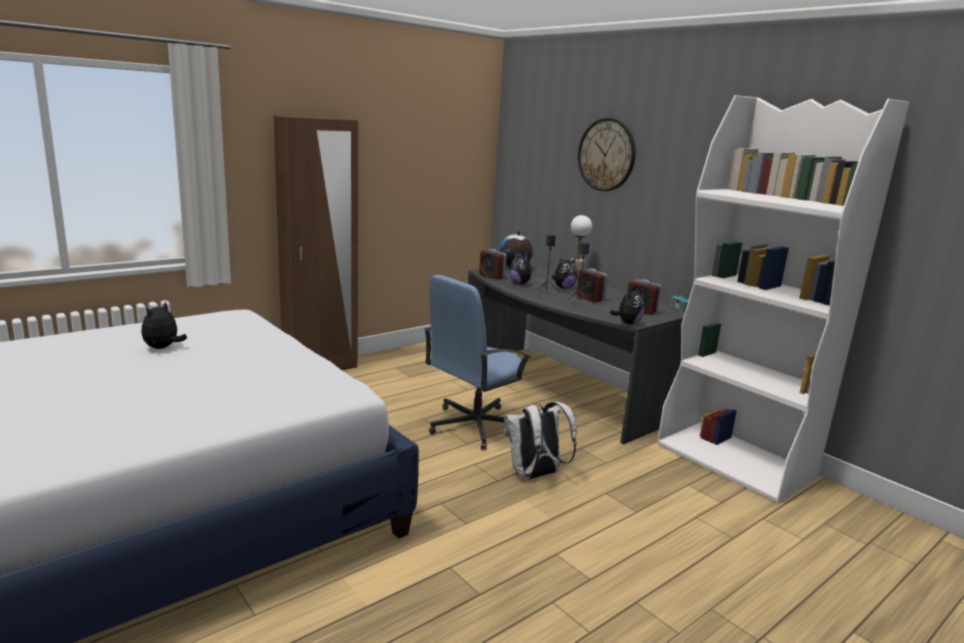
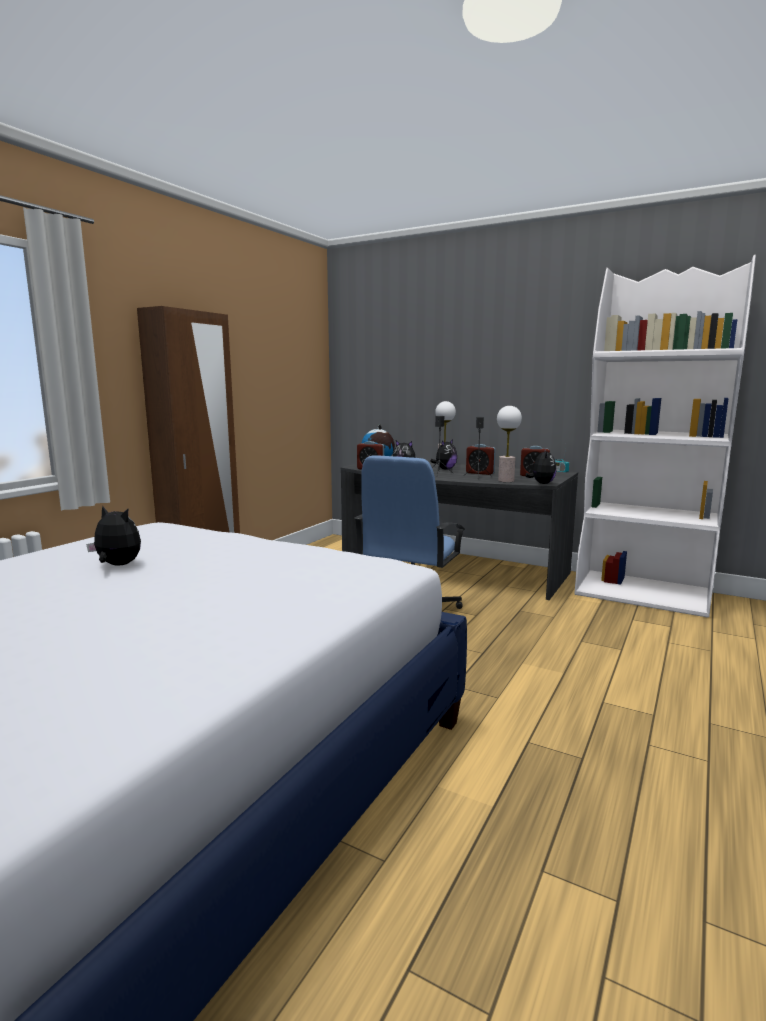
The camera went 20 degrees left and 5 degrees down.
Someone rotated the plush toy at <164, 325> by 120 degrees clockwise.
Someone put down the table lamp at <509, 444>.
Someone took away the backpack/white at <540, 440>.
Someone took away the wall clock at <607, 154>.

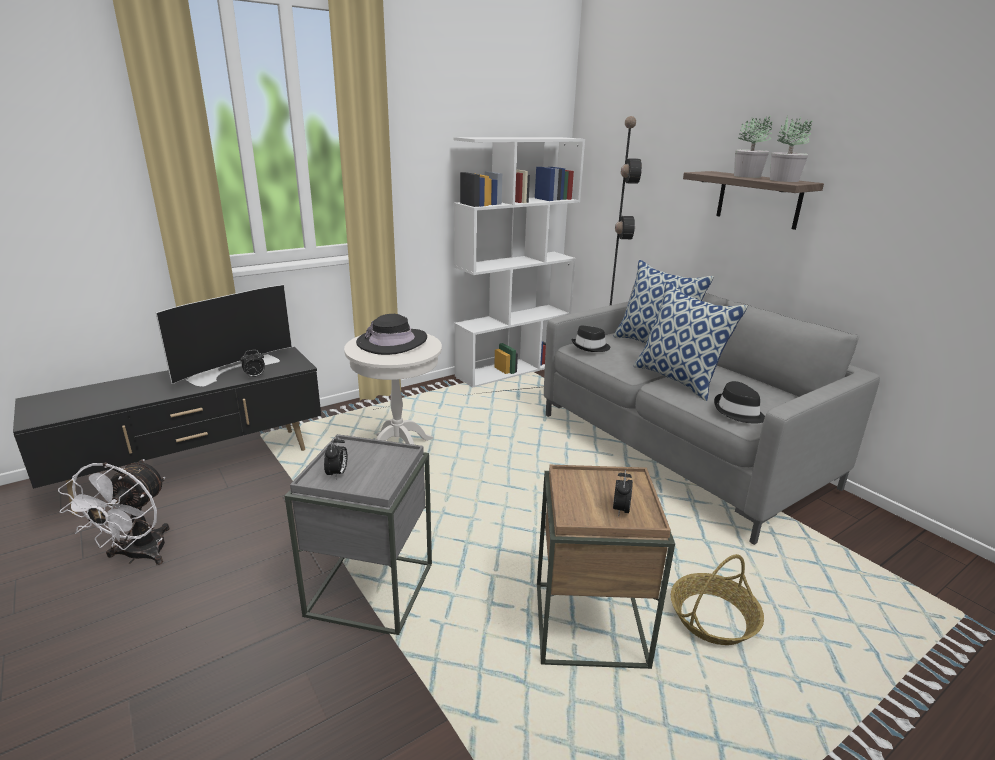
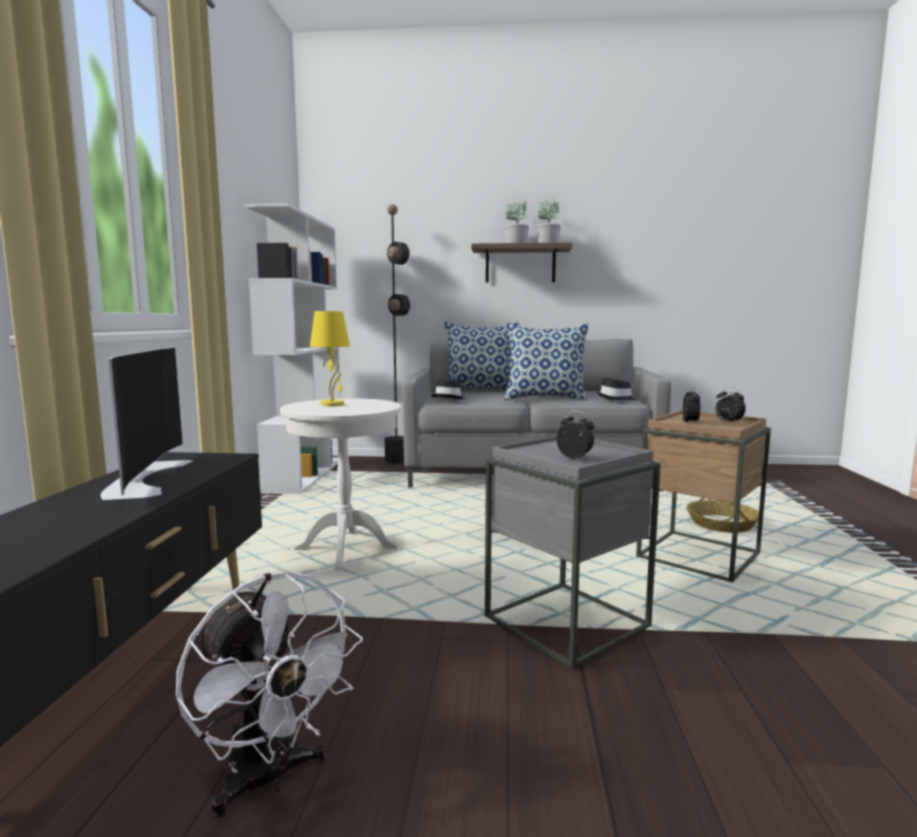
The camera went 50 degrees left and 15 degrees down.
Someone swapped the hat/black at <391, 334> for the table lamp/yellow at <330, 359>.
Someone carried the alarm clock from <252, 364> to <691, 406>.

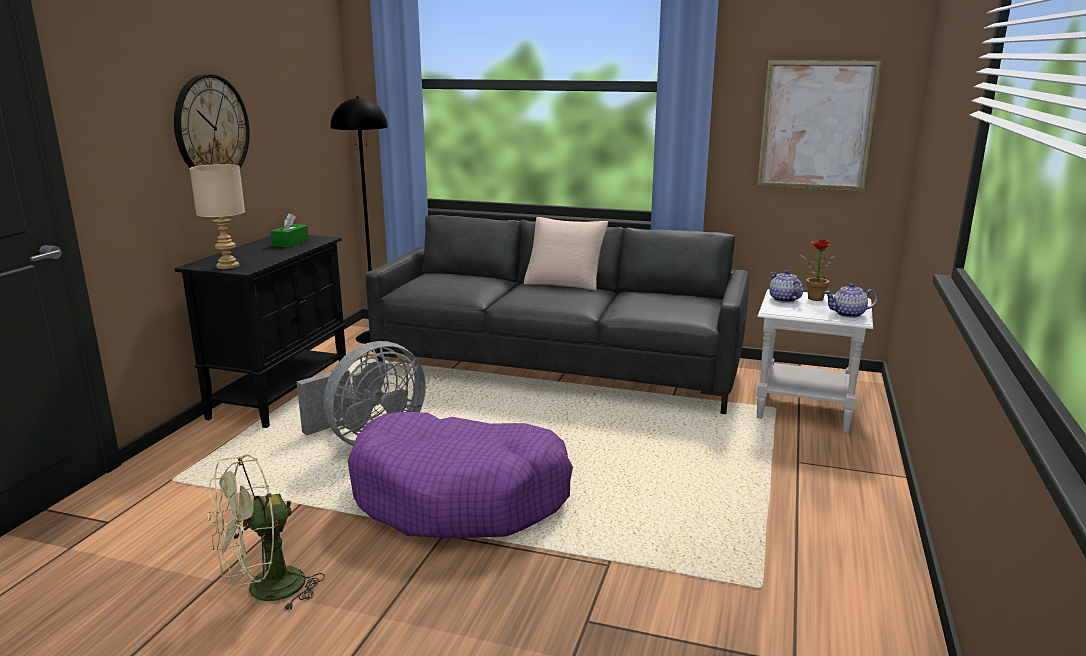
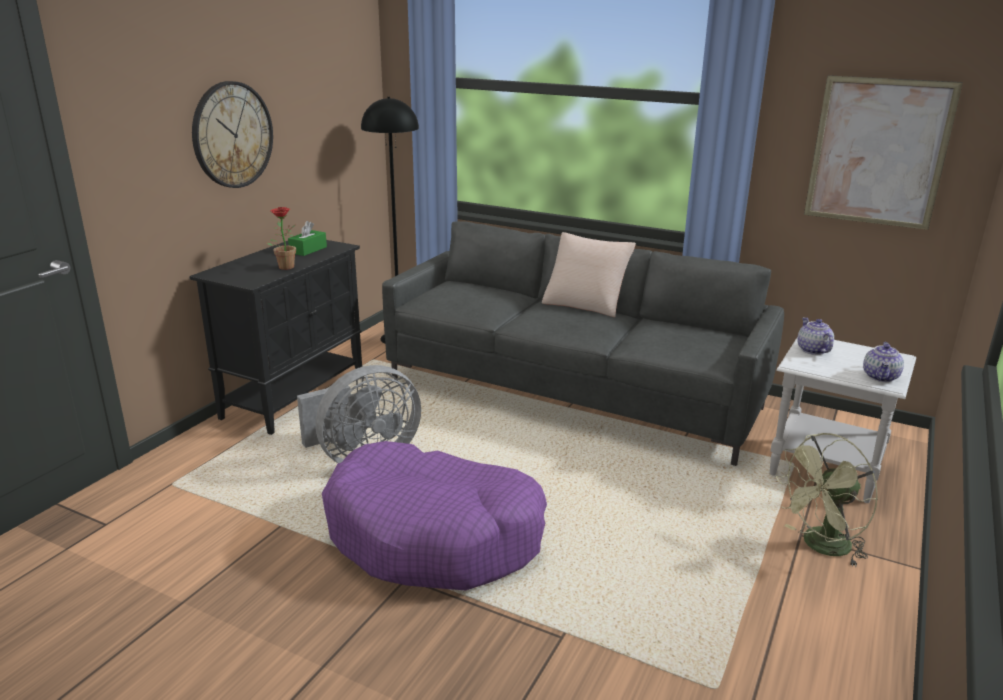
The camera went 10 degrees right and 5 degrees up.
Someone carried the potted plant from <817, 270> to <281, 238>.
Someone carried the fan/green from <266, 533> to <827, 500>.
Someone rotated the teapot at <851, 300> by 75 degrees counterclockwise.
Someone took away the table lamp/beige at <217, 216>.

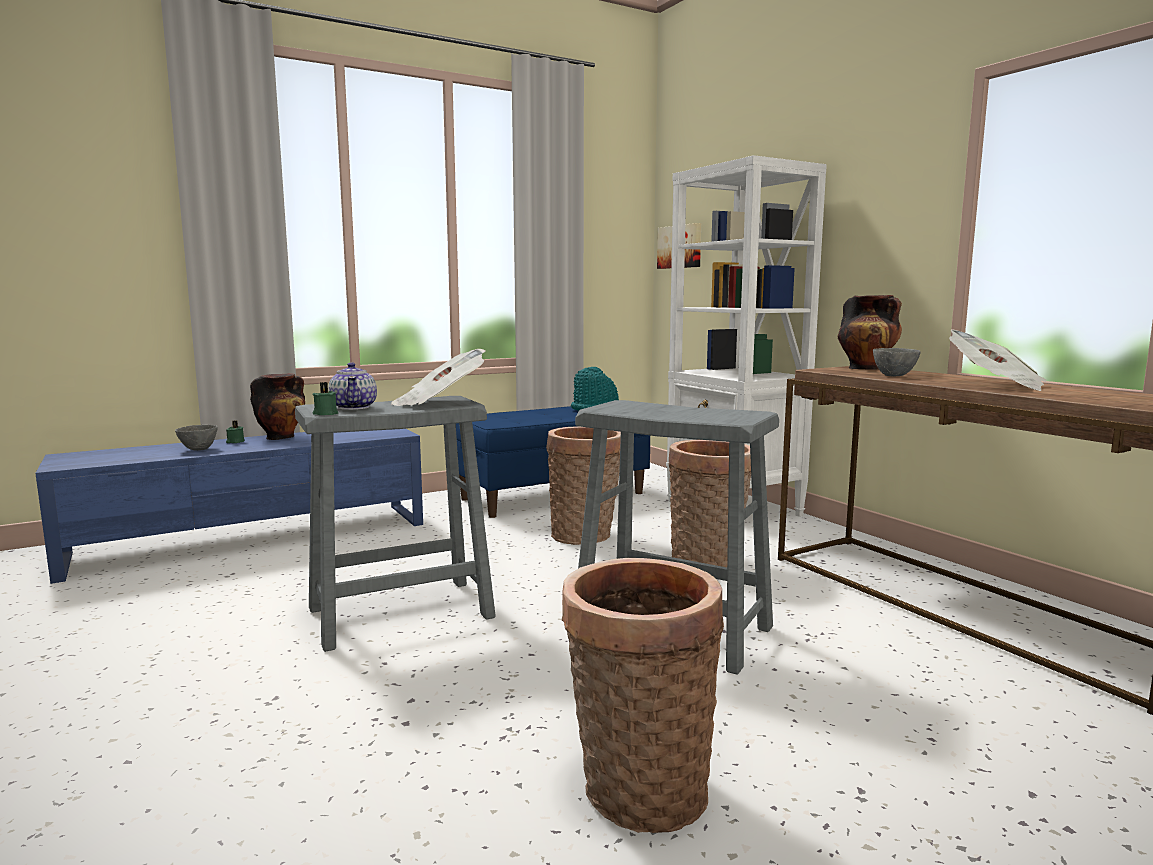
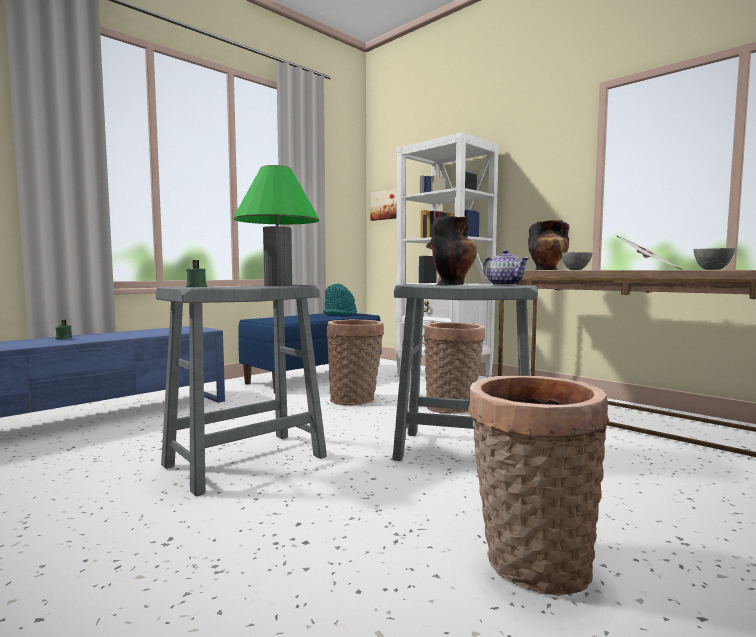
The camera went 15 degrees left and 5 degrees down.
Someone swapped the newspaper at <438, 377> for the table lamp/green at <276, 225>.
Someone carried the vase from <277, 406> to <451, 250>.
Someone carried the teapot from <353, 386> to <506, 267>.
Someone carried the bowl/grey from <196, 438> to <714, 259>.

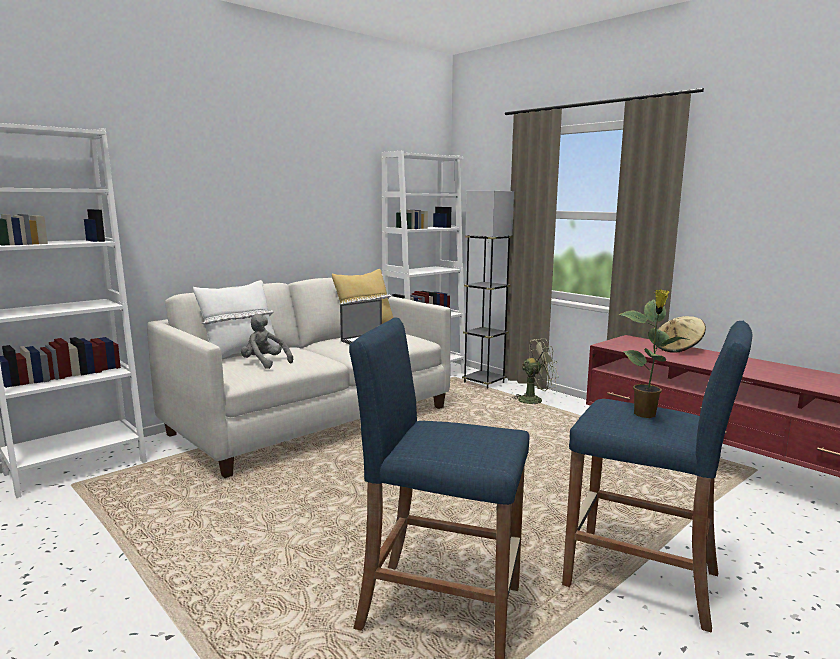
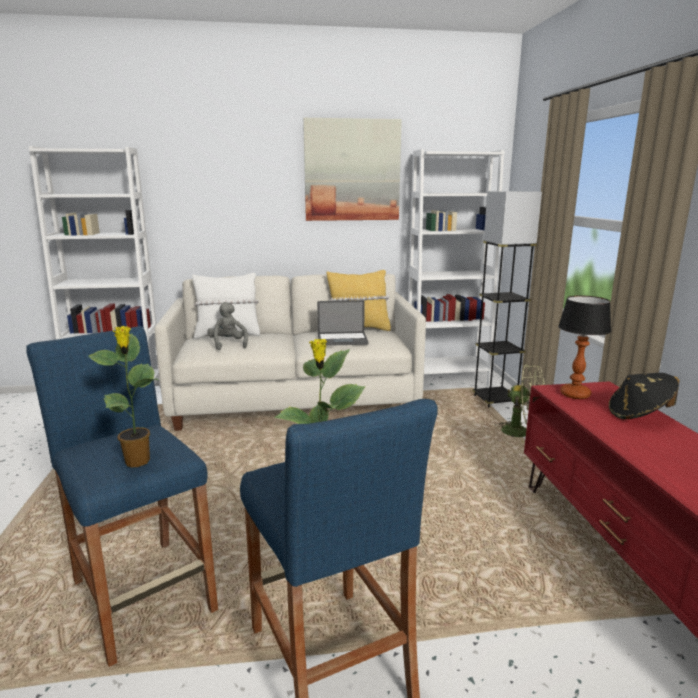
The camera went 35 degrees right and 5 degrees up.
Someone put down the potted plant at <123, 396>.
Someone put up the picture at <352, 169>.
Someone put down the table lamp at <584, 347>.
Someone repainted the hat/beige at <681, 334>, which became the hat/black at <644, 396>.

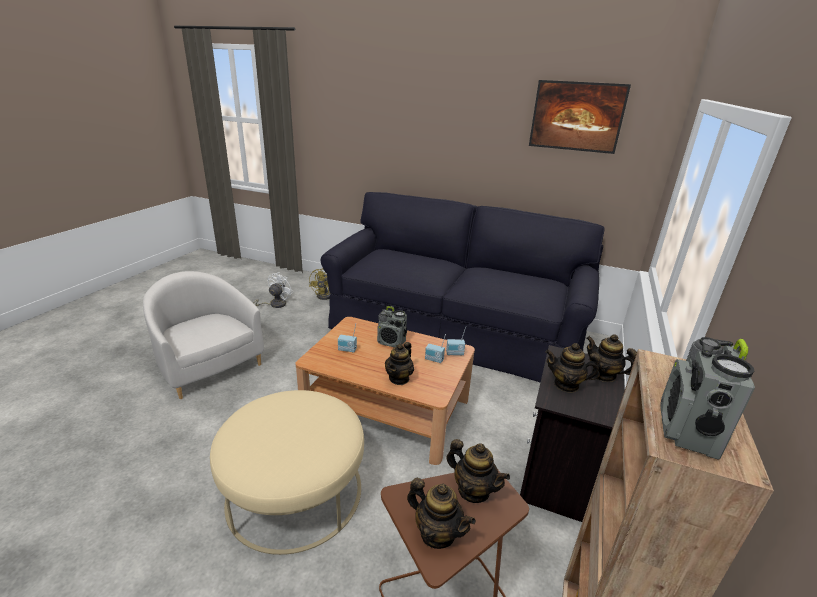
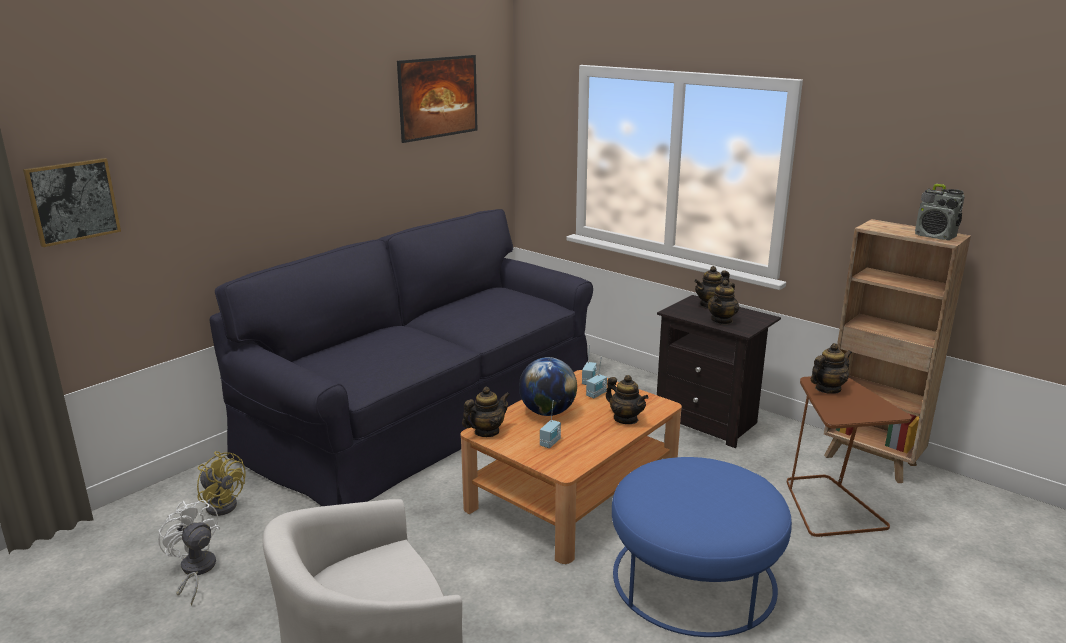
The camera went 70 degrees left and 5 degrees down.
Someone put up the picture at <72, 202>.
Someone carried the teapot from <441, 513> to <486, 411>.
Someone swapped the radio at <392, 327> for the globe at <548, 386>.
Someone repainted the ottoman/beige at <287, 472>, which became the ottoman/blue at <702, 547>.

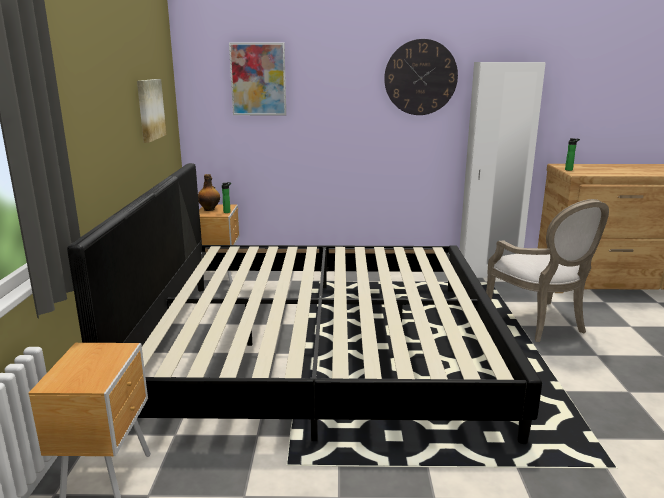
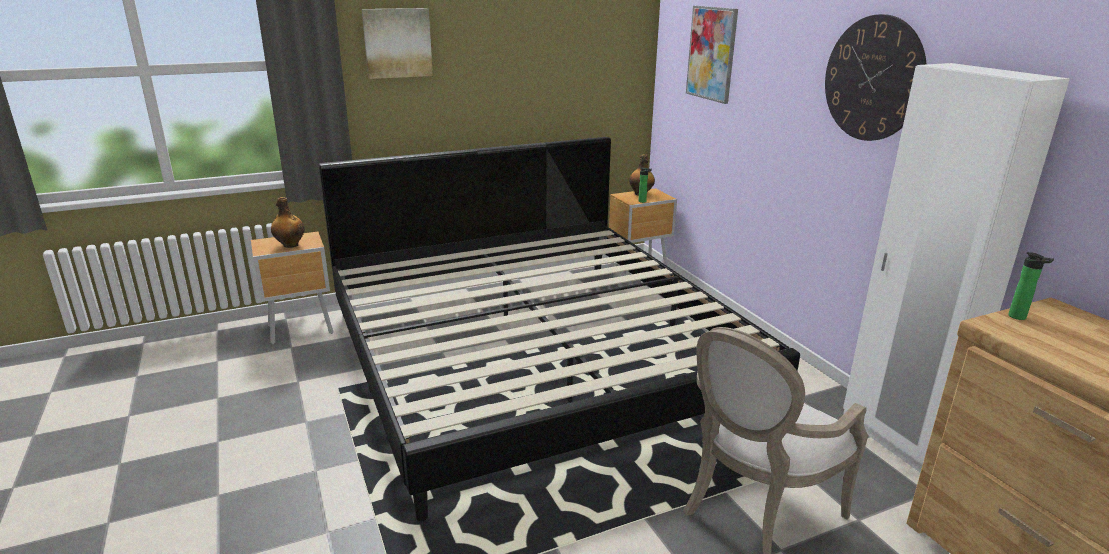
The camera went 65 degrees right and 5 degrees up.
Someone put down the bottle at <288, 222>.
Someone carried the picture from <151, 111> to <397, 43>.

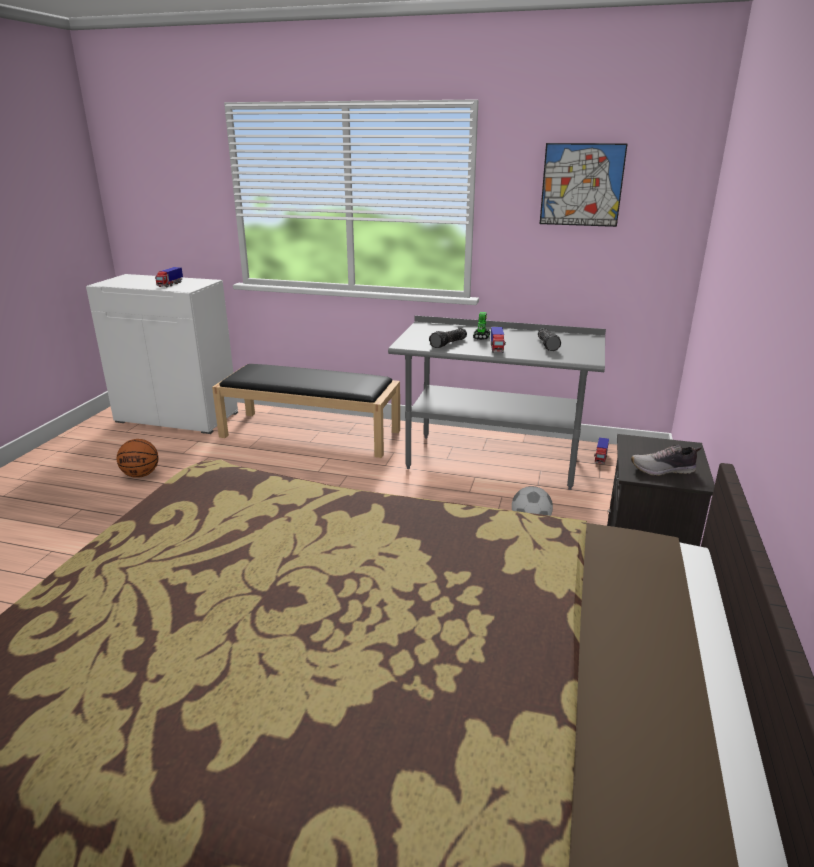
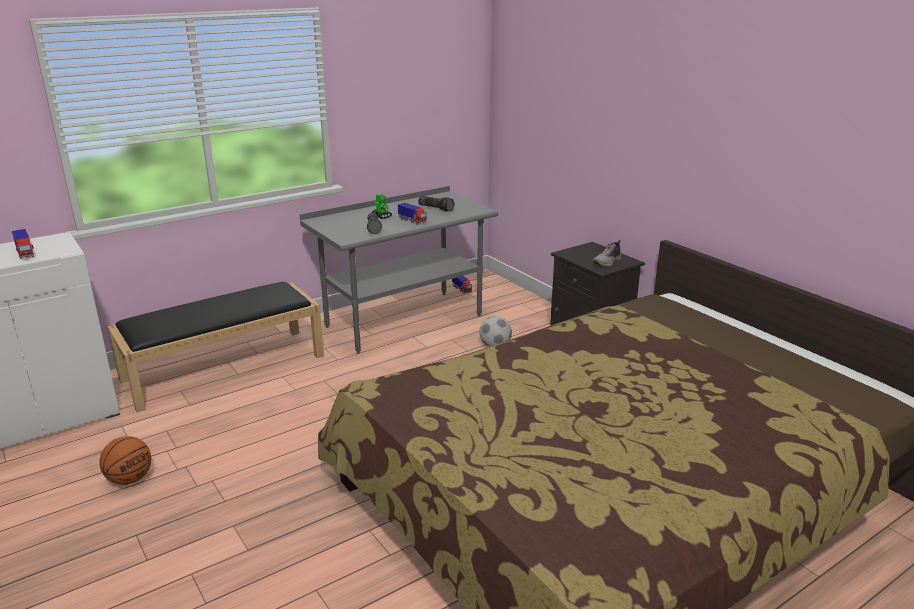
The camera went 50 degrees left and 0 degrees up.
Someone took away the picture at <584, 185>.

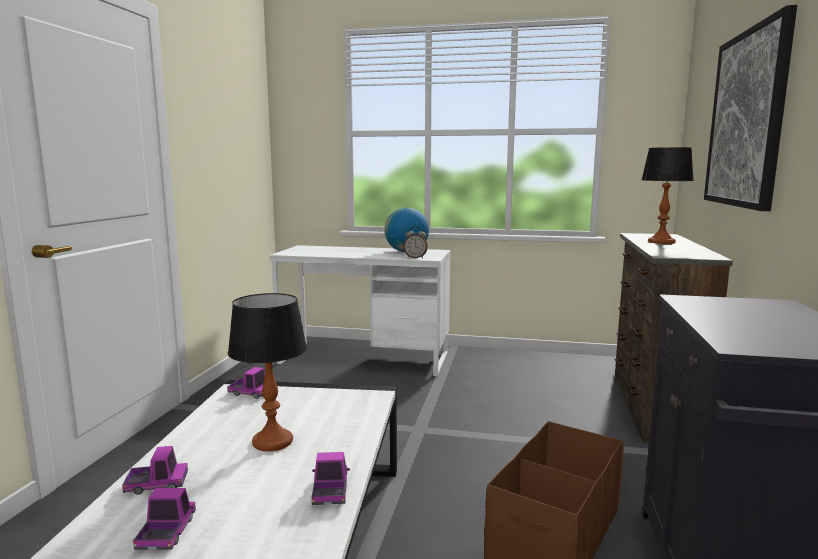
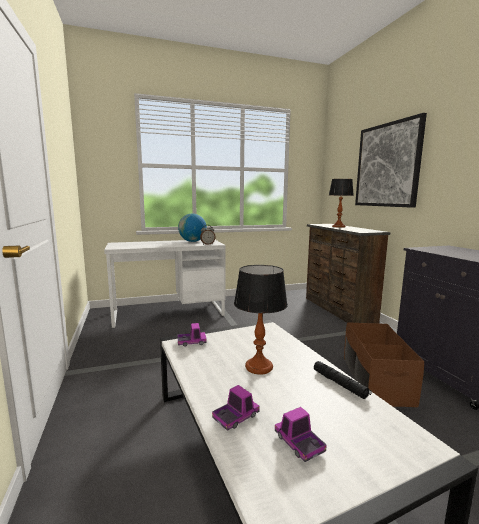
The camera went 30 degrees left and 0 degrees up.
Someone swapped the toy truck at <331, 478> for the flashlight/black at <342, 380>.

